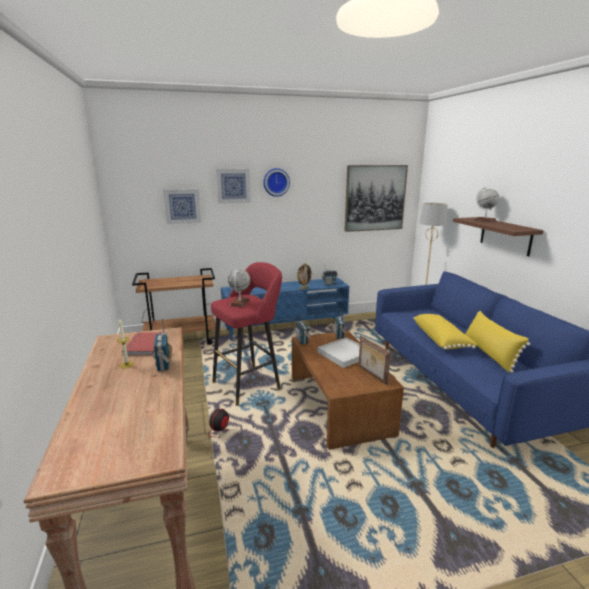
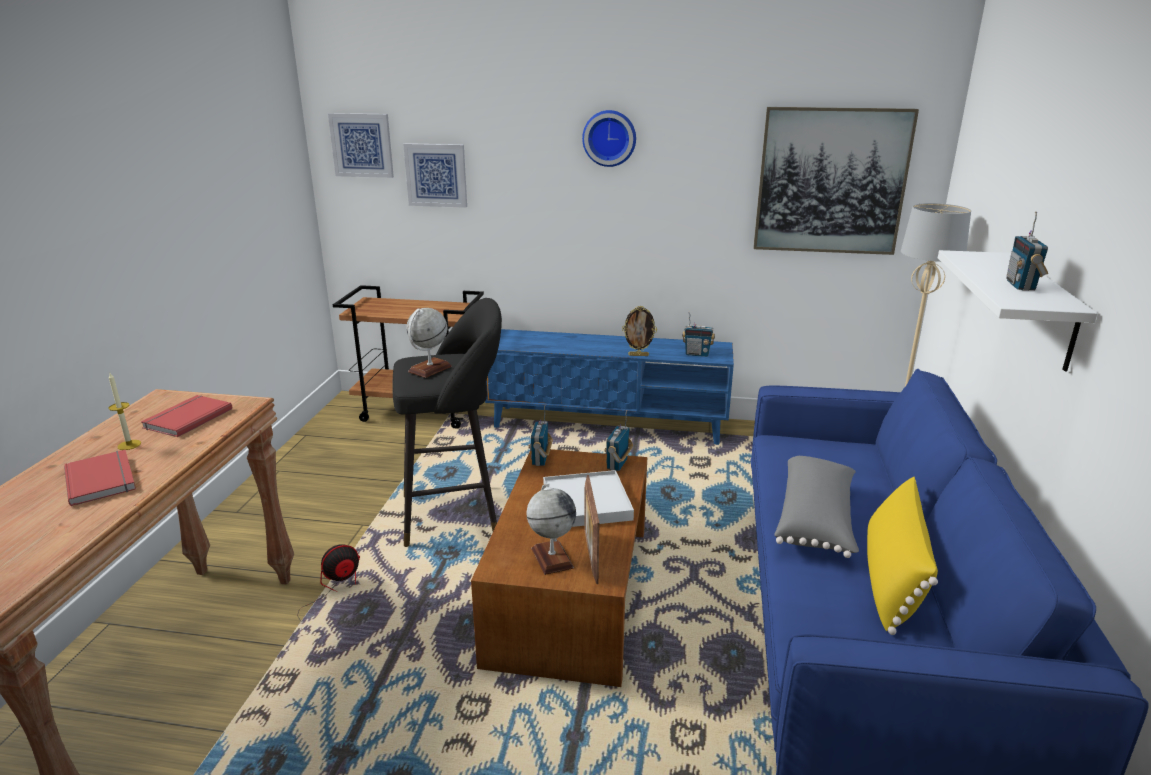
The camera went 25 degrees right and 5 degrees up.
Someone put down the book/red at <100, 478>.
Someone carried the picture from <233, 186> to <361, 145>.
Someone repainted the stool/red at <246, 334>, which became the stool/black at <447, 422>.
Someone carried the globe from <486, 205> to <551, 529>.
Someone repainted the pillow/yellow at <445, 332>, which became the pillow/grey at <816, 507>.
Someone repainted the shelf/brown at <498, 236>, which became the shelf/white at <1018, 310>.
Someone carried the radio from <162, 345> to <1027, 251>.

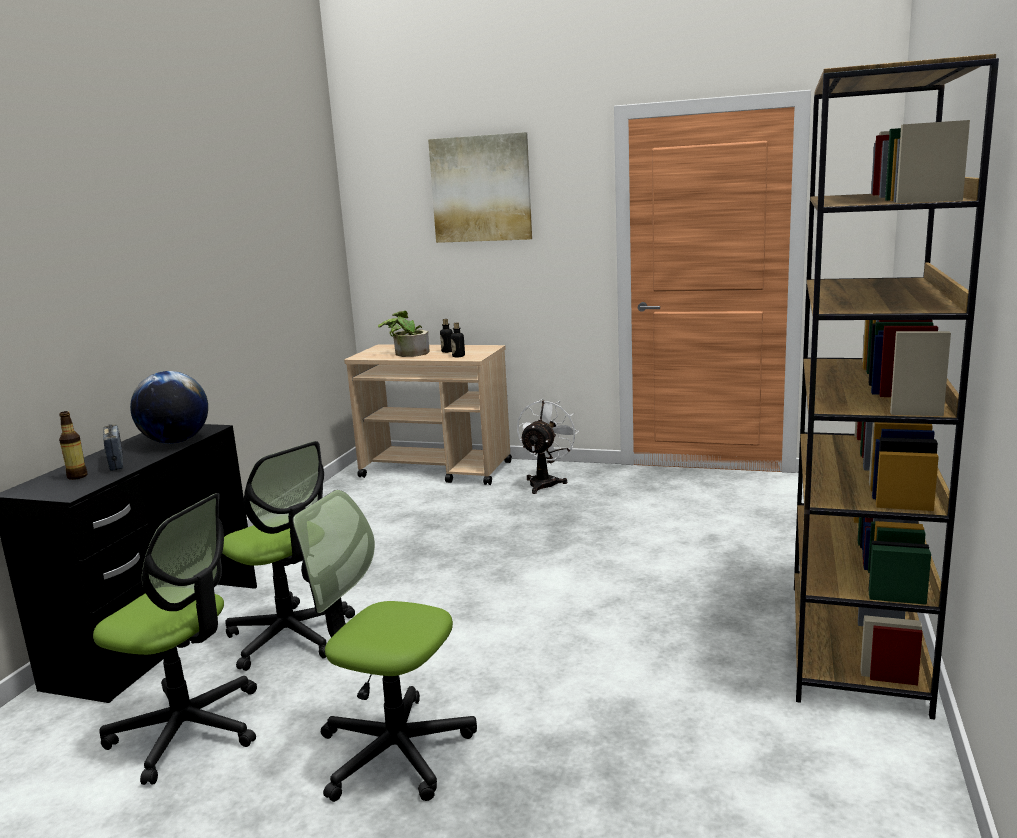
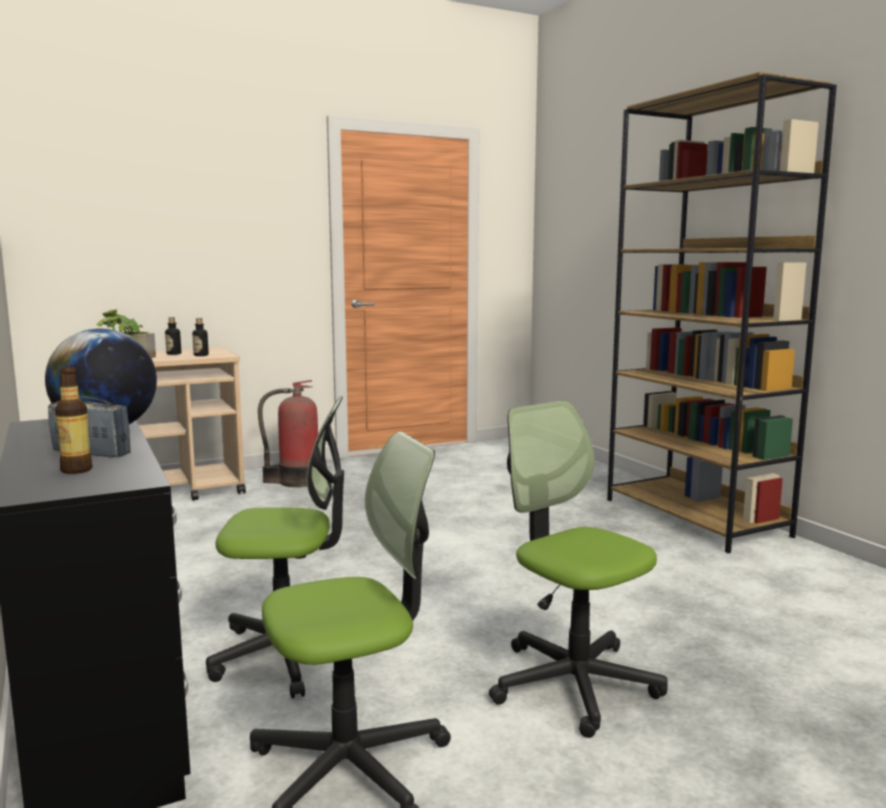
The camera went 45 degrees left and 5 degrees down.
Someone swapped the fan/white at <548, 446> for the fire extinguisher at <288, 433>.
Someone rotated the office chair at <384, 646> by 75 degrees clockwise.
Someone took away the picture at <480, 187>.

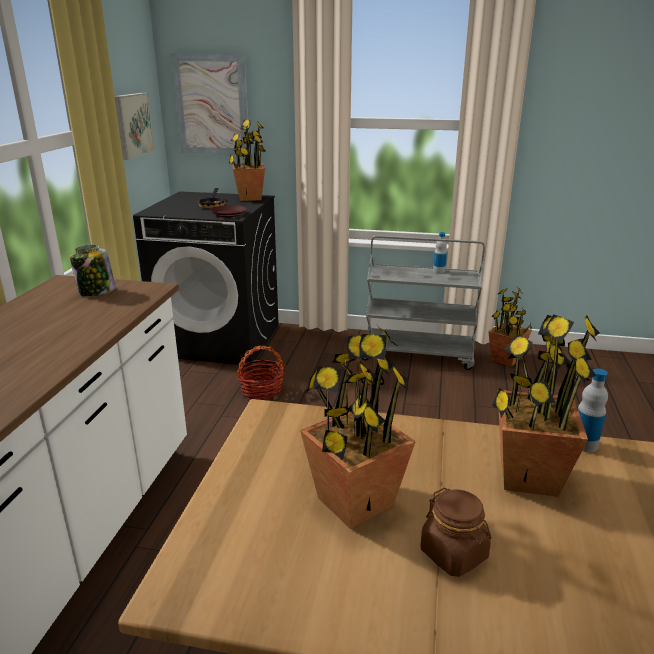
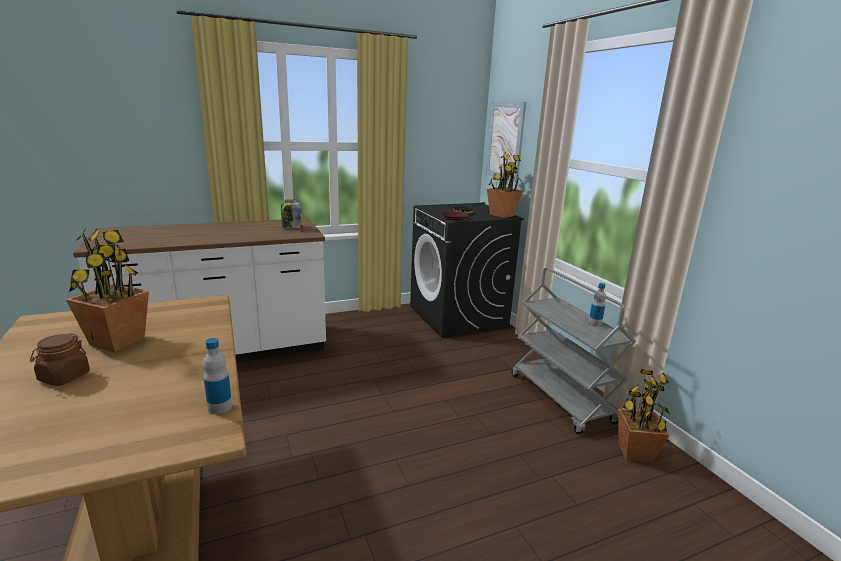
The camera went 55 degrees right and 5 degrees down.
Someone took away the picture at <135, 126>.
Someone took away the basket at <260, 372>.
Someone took away the potted plant at <545, 405>.

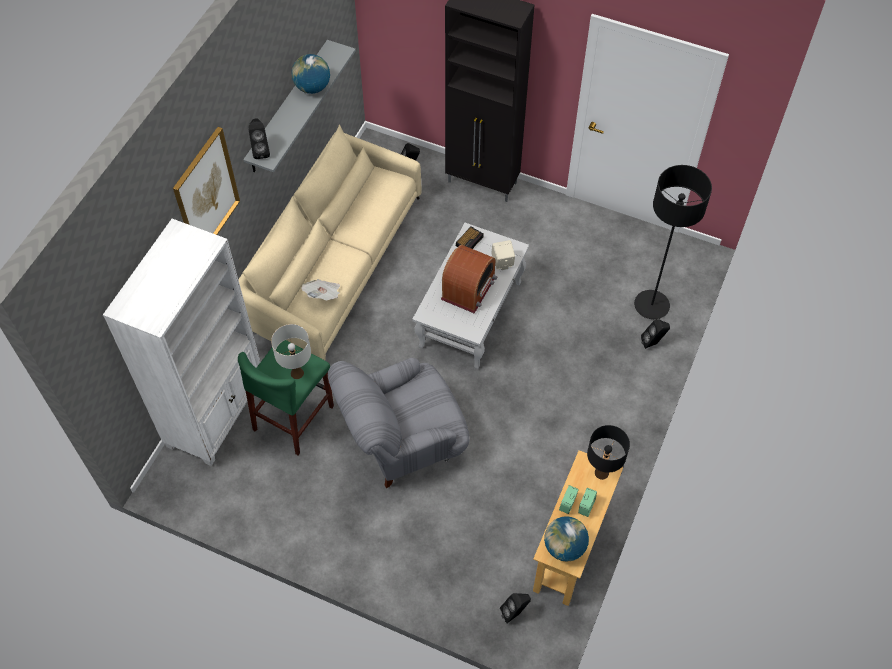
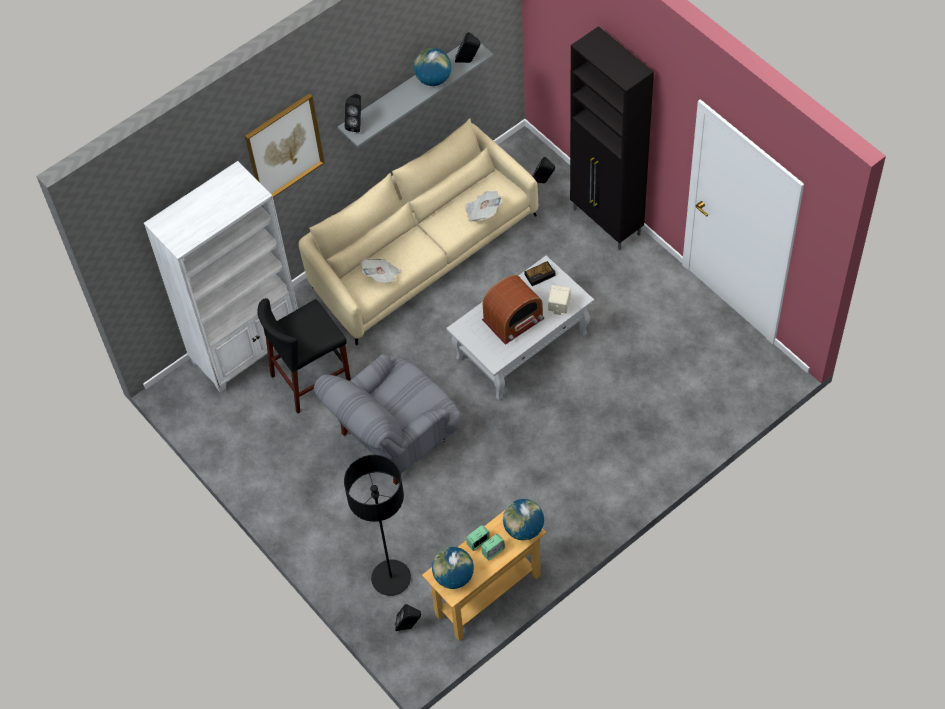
The camera went 30 degrees right and 0 degrees up.
Someone repainted the stool/green at <286, 397>, which became the stool/black at <304, 356>.
Someone rotated the armchair/grey at <398, 423> by 45 degrees counterclockwise.
Someone carried the floor lamp/black from <673, 242> to <377, 525>.
Someone carried the speaker/black from <655, 334> to <467, 47>.
Someone put down the newspaper at <483, 206>.
Someone swapped the table lamp/black at <608, 452> for the globe at <523, 519>.
Someone took away the table lamp/white at <291, 351>.

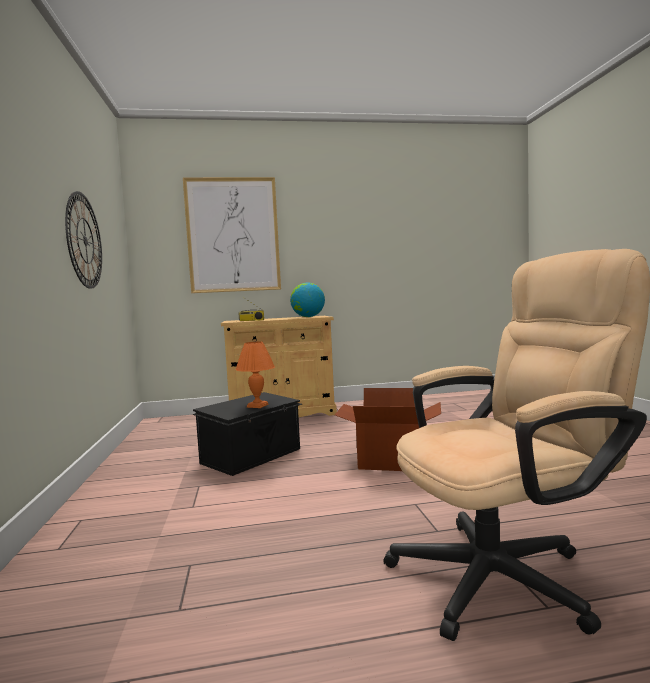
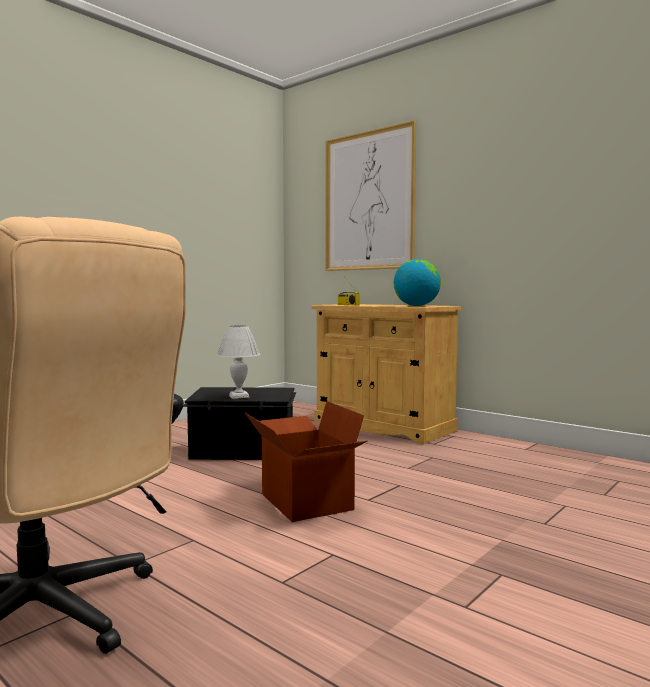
The camera went 50 degrees right and 0 degrees up.
Someone repainted the table lamp/orange at <255, 375>, which became the table lamp/white at <238, 362>.
Someone took away the wall clock at <83, 240>.

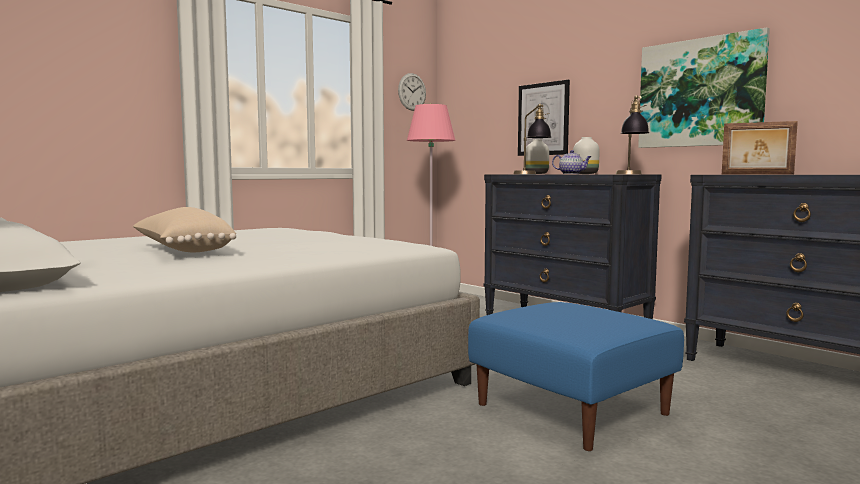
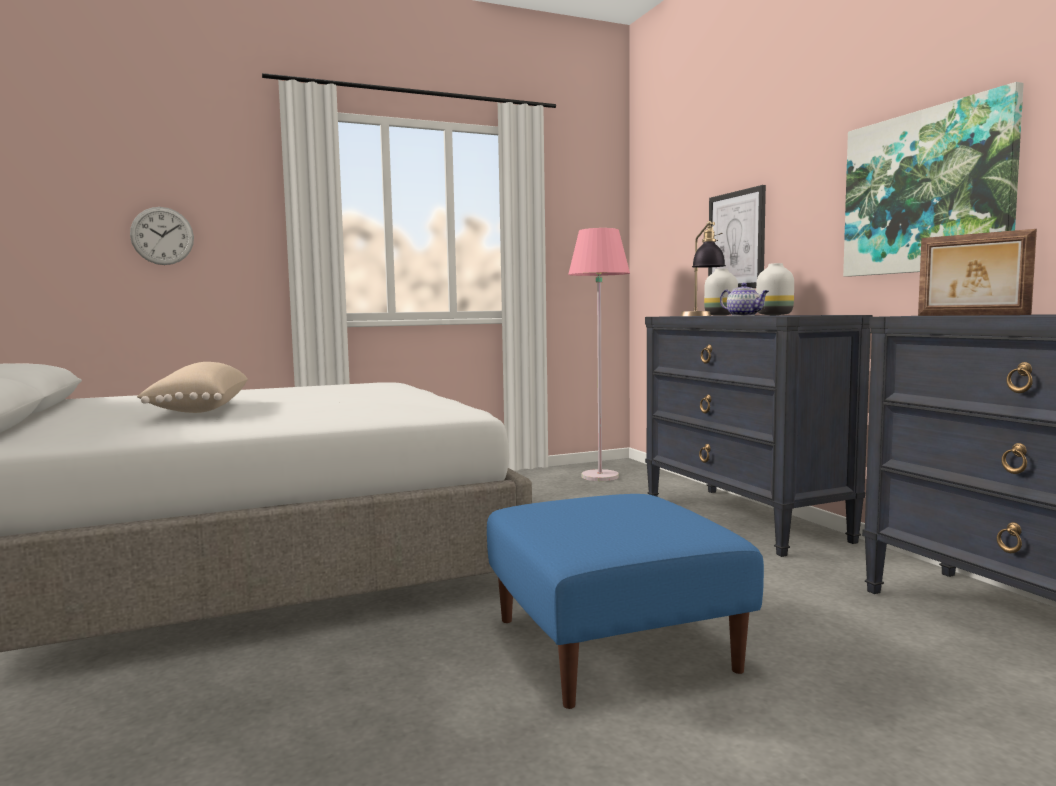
The camera went 20 degrees right and 0 degrees up.
Someone carried the wall clock from <412, 92> to <162, 236>.
Someone took away the table lamp at <632, 134>.

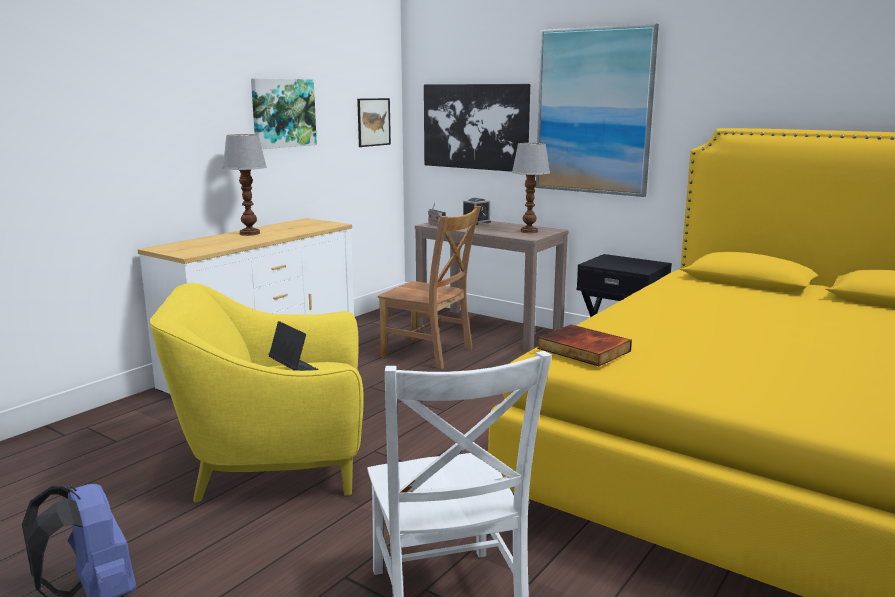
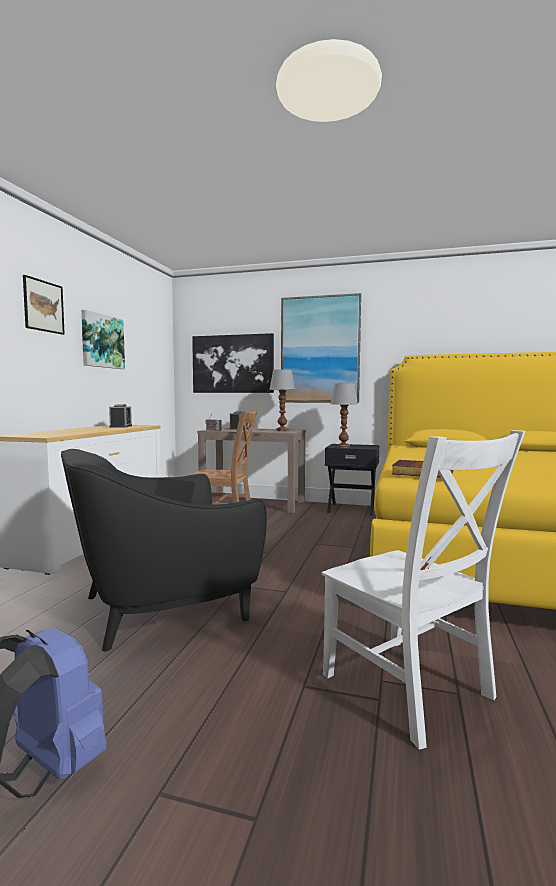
The camera went 20 degrees left and 10 degrees down.
Someone carried the picture from <374, 122> to <44, 305>.
Someone repainted the armchair/yellow at <257, 393>, which became the armchair/black at <164, 550>.
Someone put down the alarm clock at <120, 416>.
Someone carried the table lamp from <244, 185> to <344, 415>.

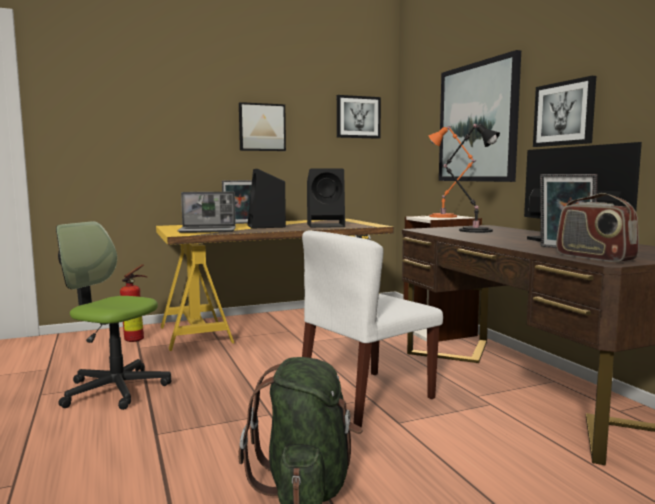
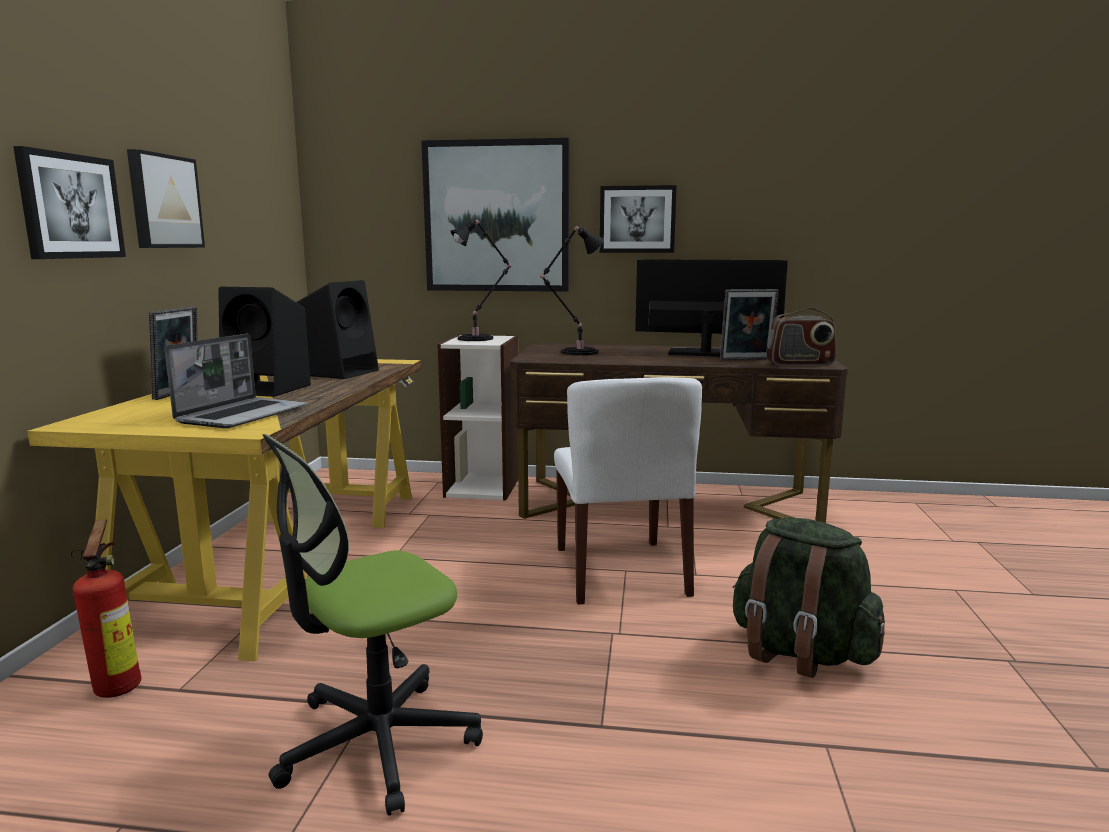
The camera went 60 degrees left and 5 degrees up.
Someone carried the picture from <359, 117> to <69, 202>.
Someone repainted the table lamp/orange at <452, 172>, which became the table lamp/black at <481, 280>.

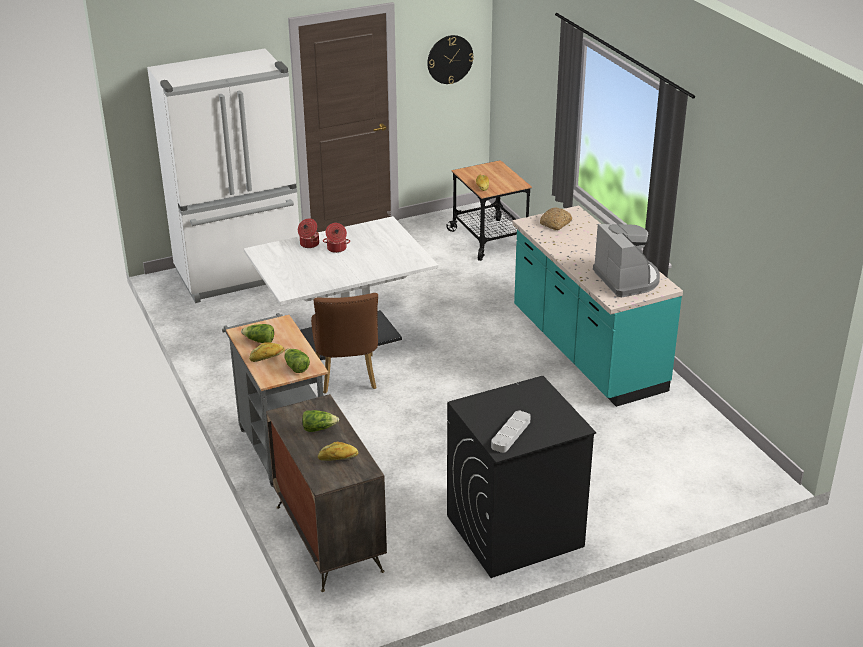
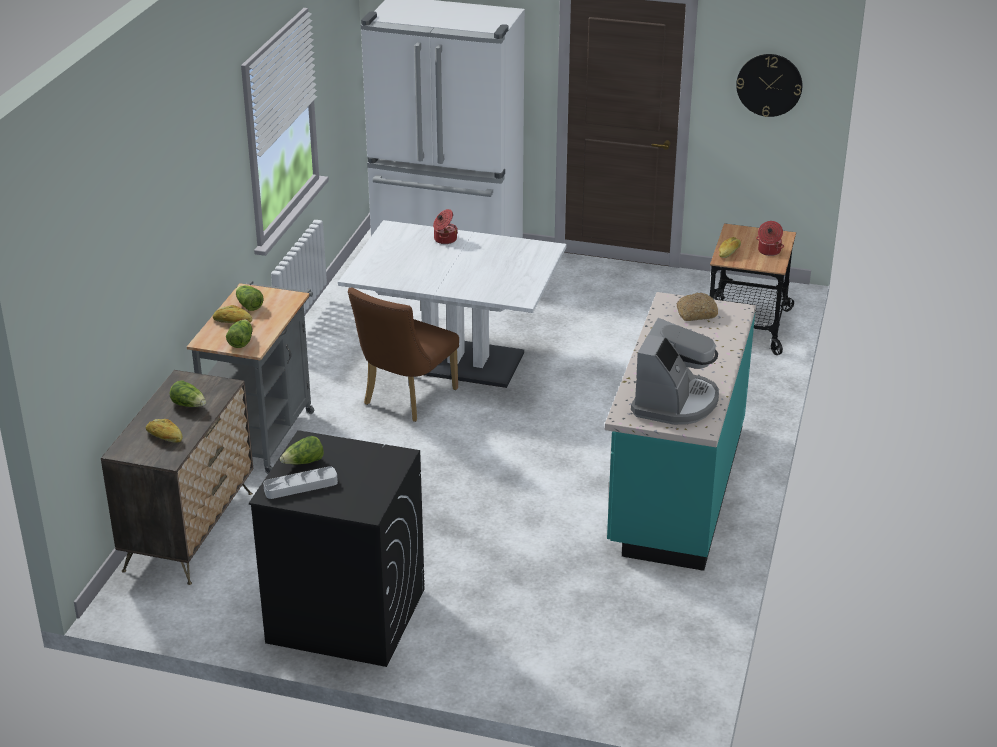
The camera went 40 degrees right and 0 degrees up.
Someone put down the lettuce at <302, 450>.
Someone carried the cooking pot from <336, 238> to <770, 238>.

